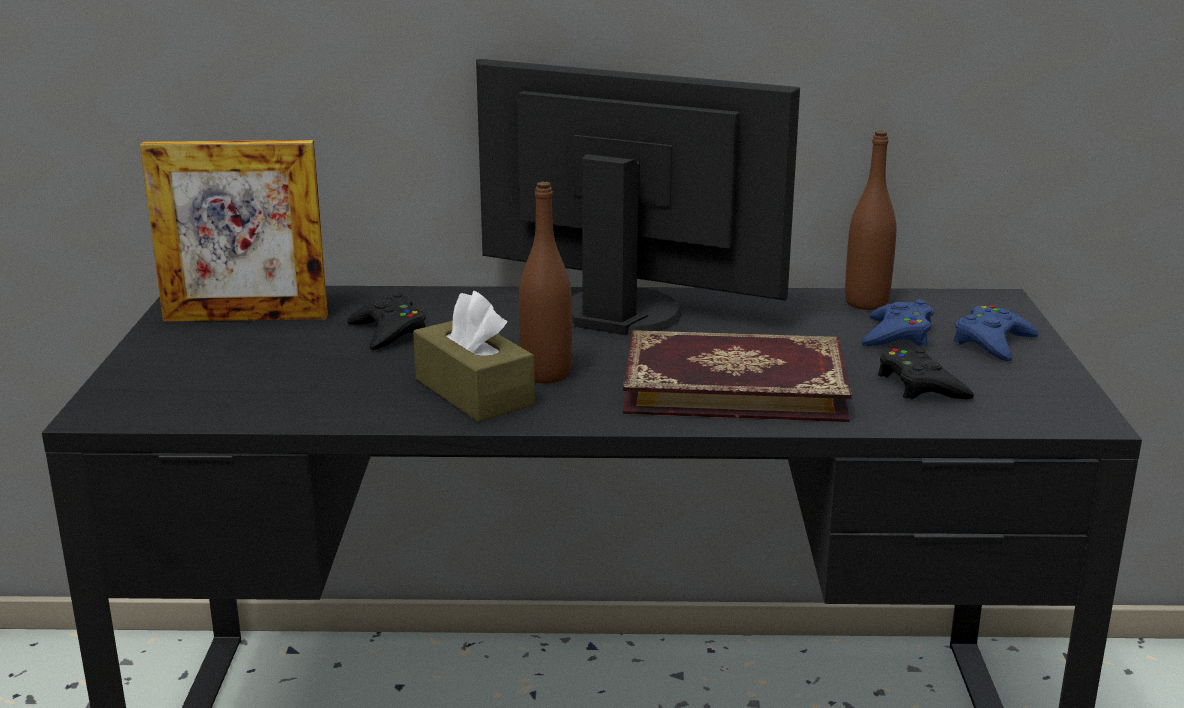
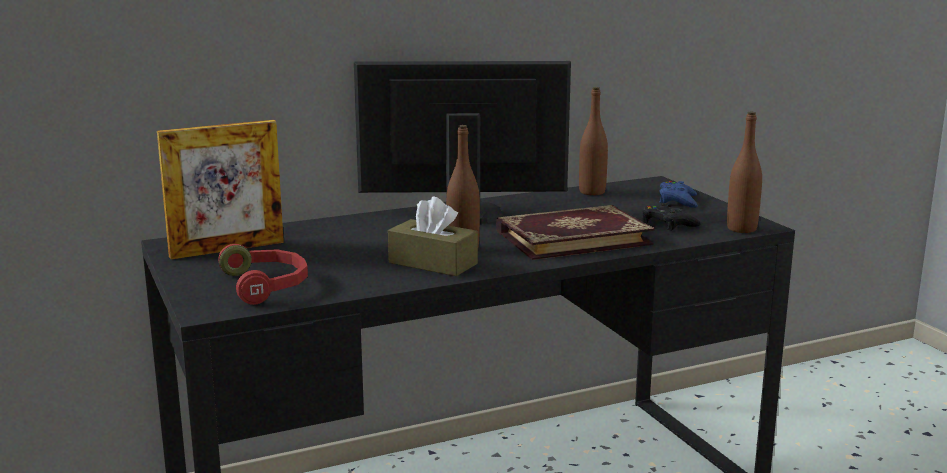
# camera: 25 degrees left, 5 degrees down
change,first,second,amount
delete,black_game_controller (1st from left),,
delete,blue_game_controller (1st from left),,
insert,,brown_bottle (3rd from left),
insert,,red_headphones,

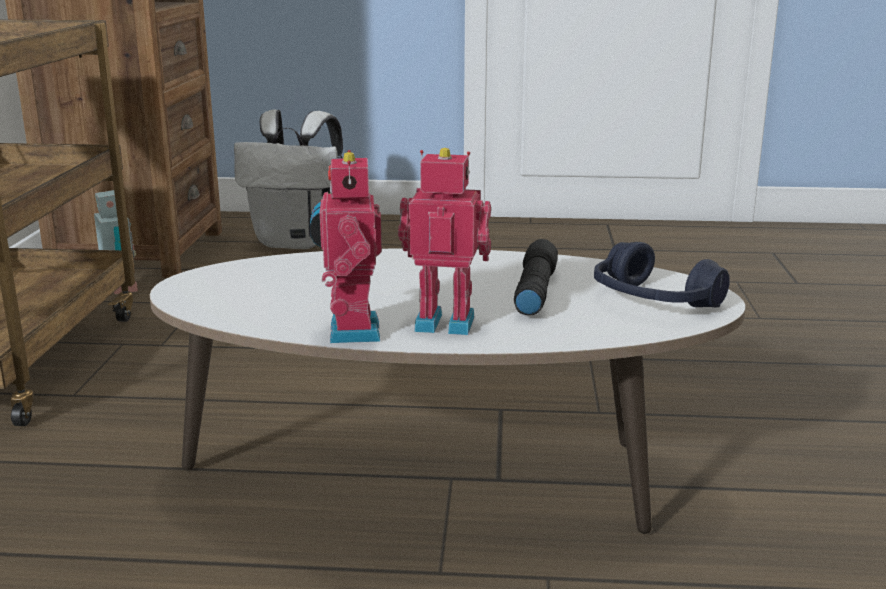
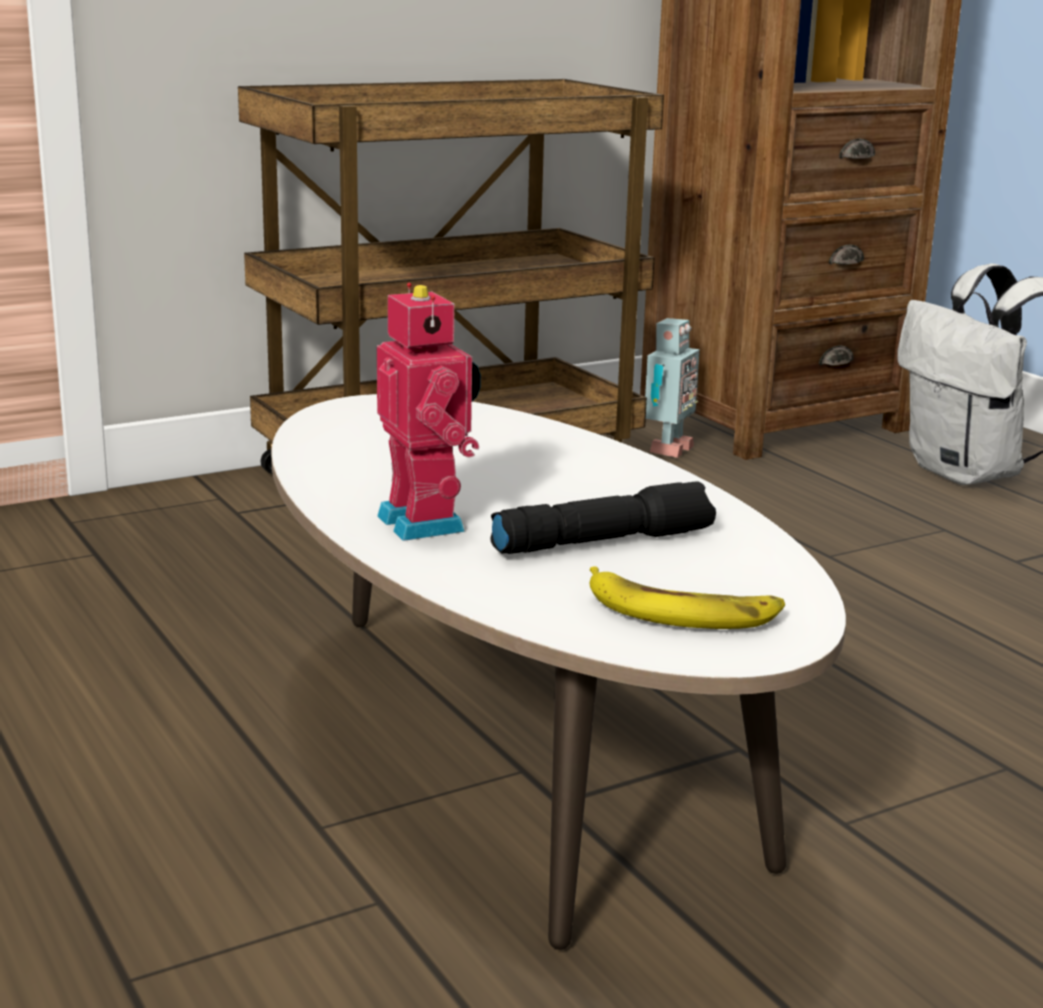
# camera: 55 degrees right, 0 degrees up
change,first,second,amount
delete,toy_robot (2nd from left),,
replace,blue_headphones,banana,

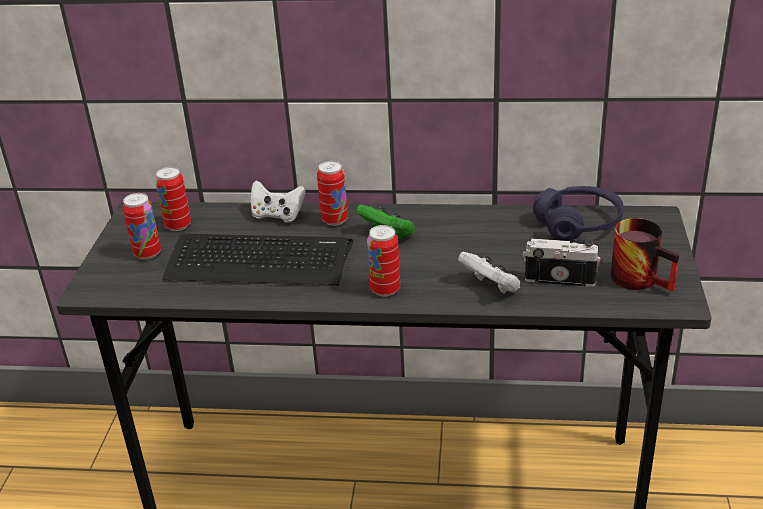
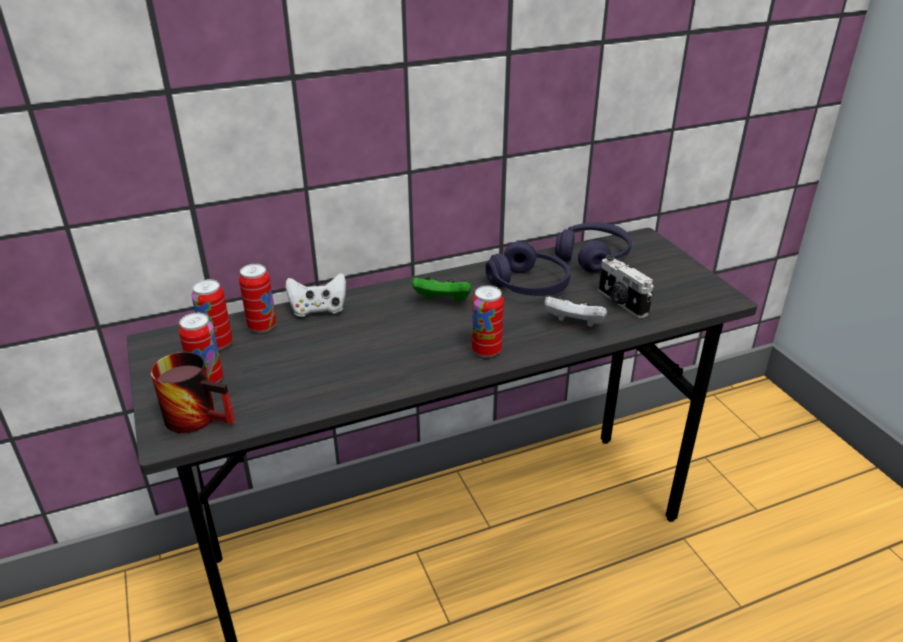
# camera: 30 degrees left, 0 degrees up
change,first,second,amount
move,can (3rd from left),,
move,mug,,
delete,keyboard,,
rotate,photo_camera,,105 degrees counterclockwise
insert,,purple_headphones (1st from left),

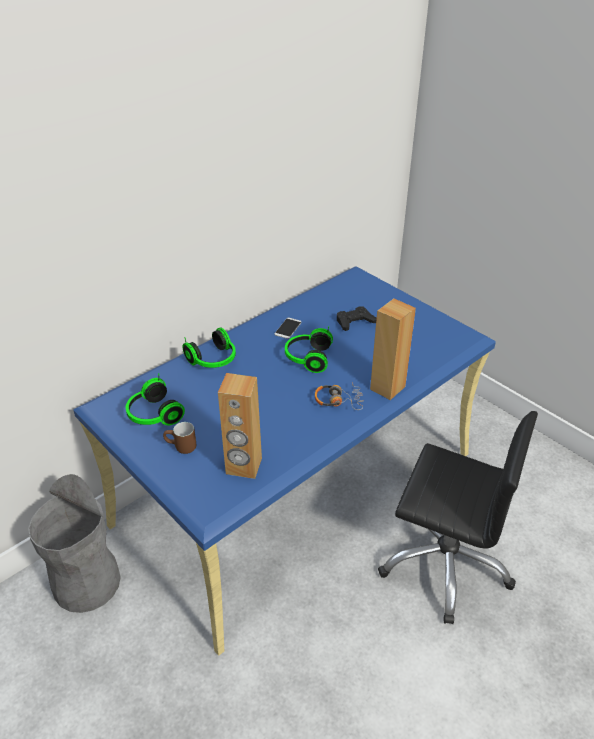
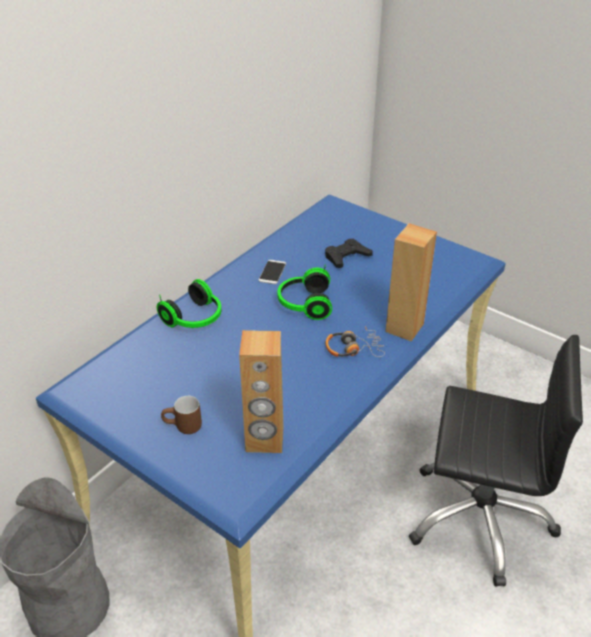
# camera: 10 degrees left, 0 degrees up
change,first,second,amount
delete,headphones (1st from left),,

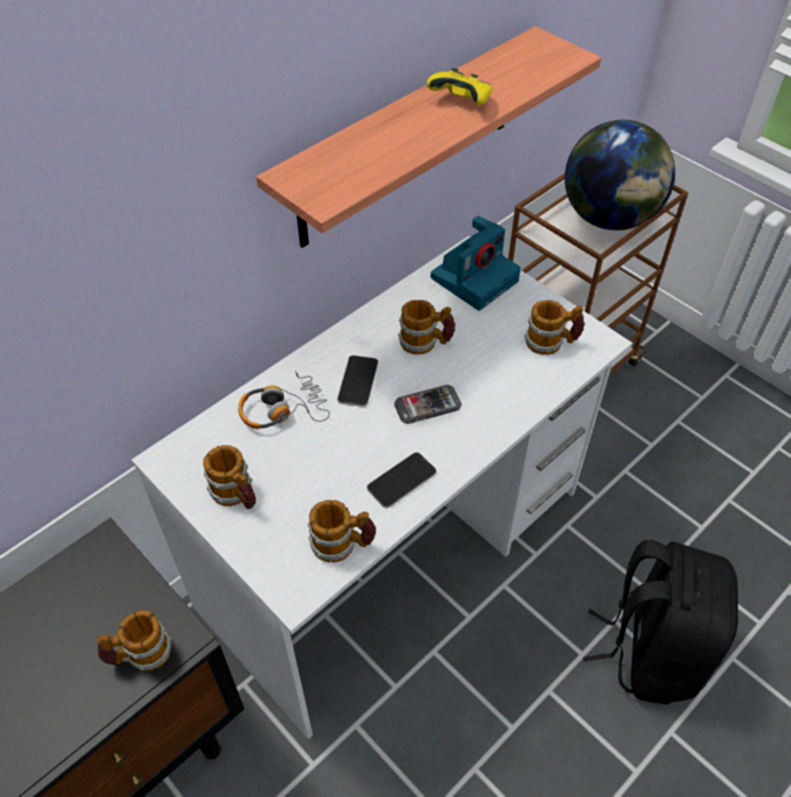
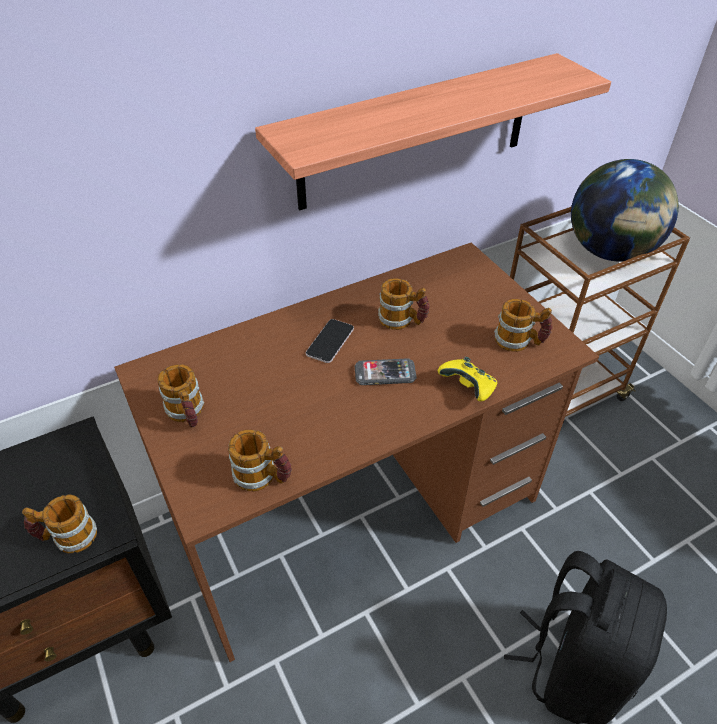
# camera: 15 degrees right, 5 degrees down
change,first,second,amount
move,yellow_game_controller,,
delete,photo_camera,,
recolor,white_desk,brown_desk,
delete,headphones,,
delete,phone (2nd from left),,

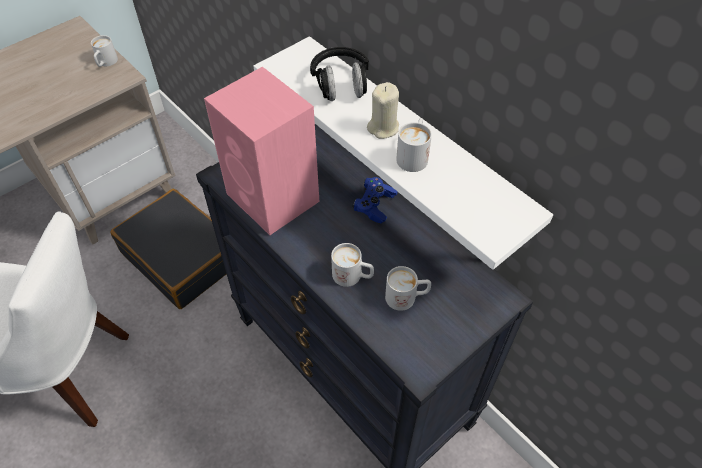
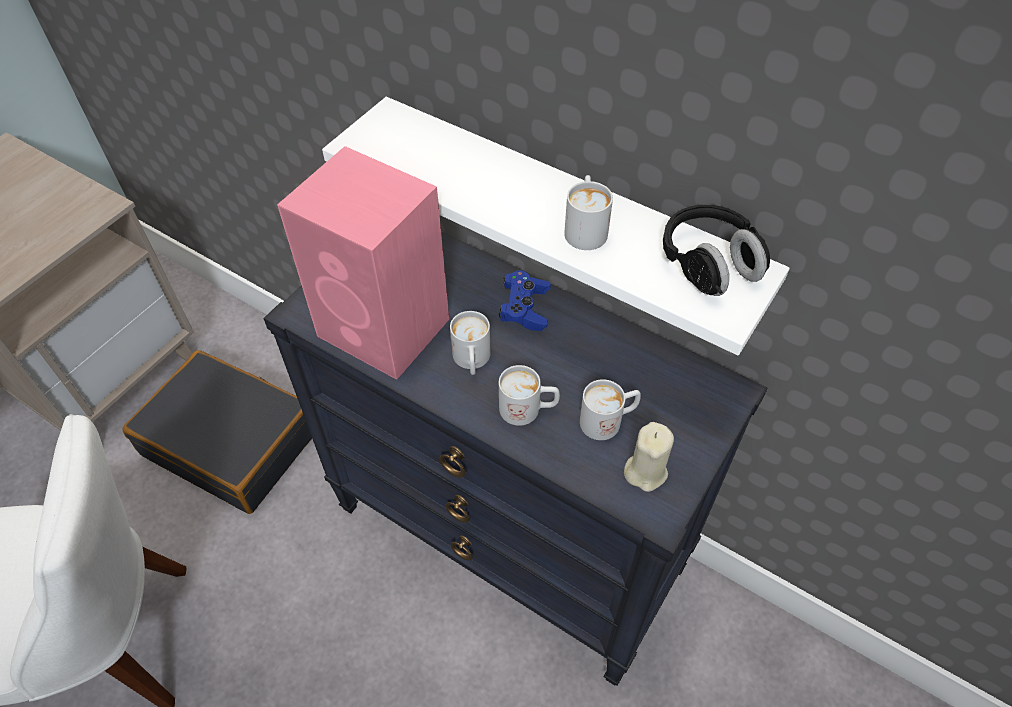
# camera: 15 degrees left, 0 degrees up
change,first,second,amount
move,white_mug (1st from left),,
move,black_headphones,,
move,beige_candle,,

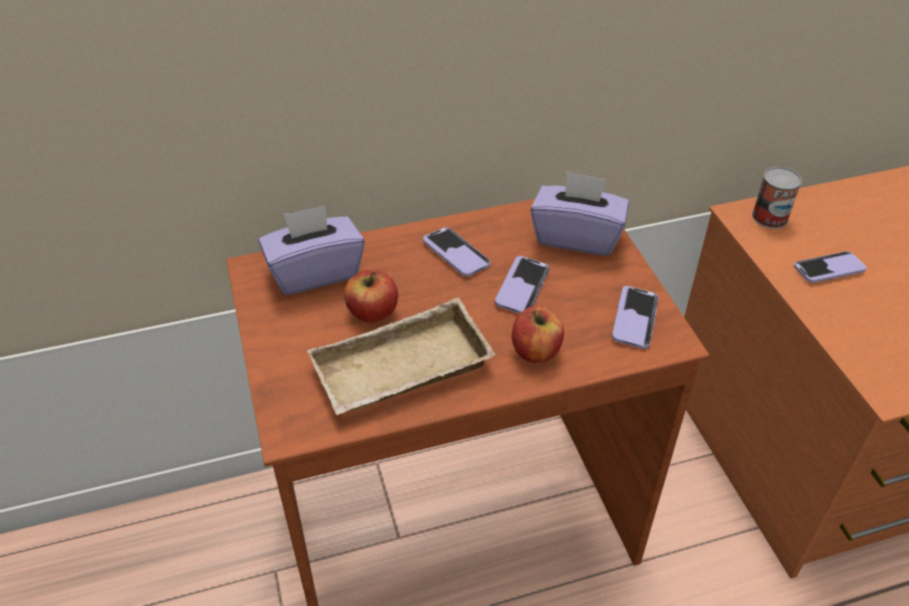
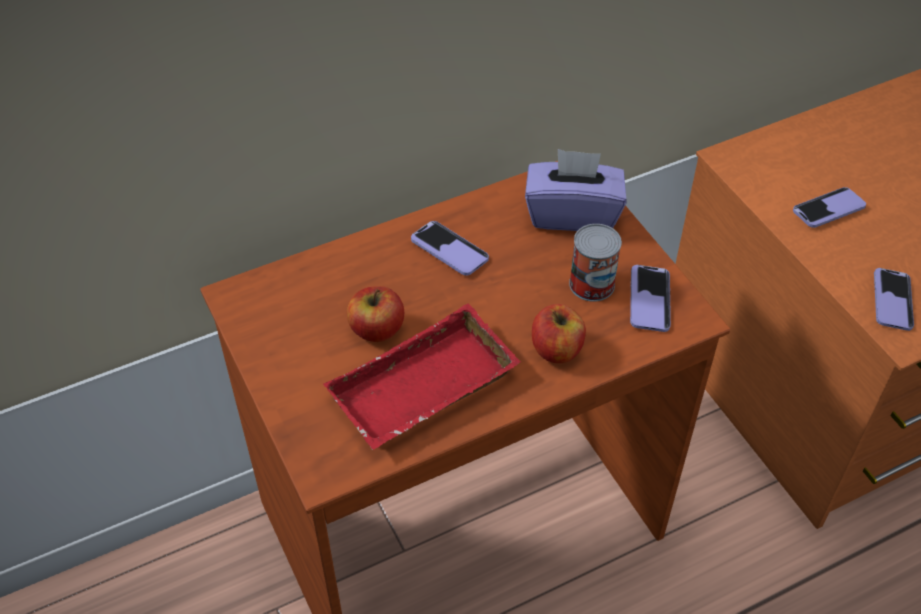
# camera: 10 degrees left, 5 degrees up
change,first,second,amount
move,can,,
delete,purple_tissue_box (1st from left),,
move,phone (2nd from left in the first image),phone (4th from left),
recolor,beige_tray,red_tray,

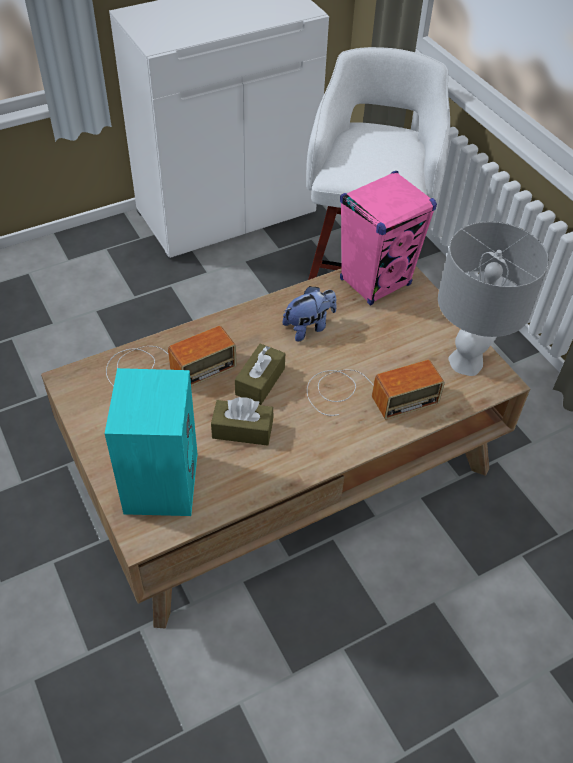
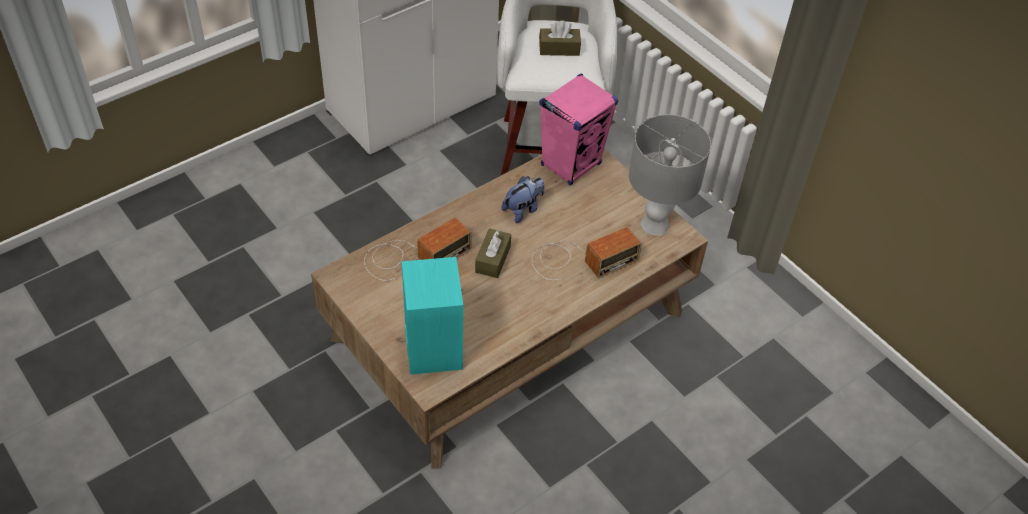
# camera: 10 degrees left, 0 degrees up
change,first,second,amount
move,brown_tissue_box (1st from left in the first image),brown_tissue_box (2nd from left),

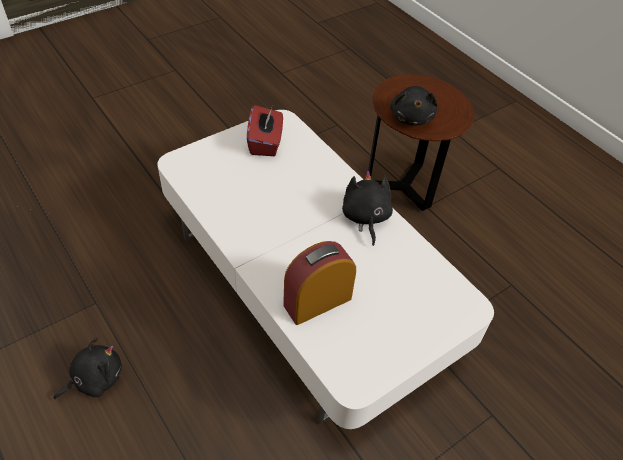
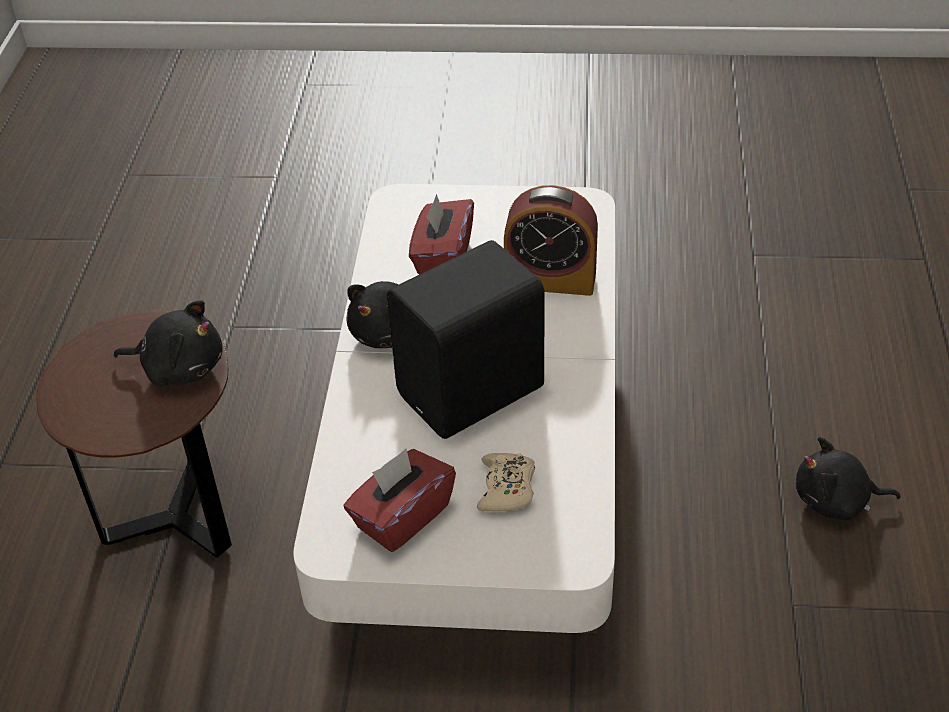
# camera: 135 degrees left, 5 degrees down
change,first,second,amount
rotate,black_plush_toy (3rd from left in the first image),black_plush_toy (1st from left),60 degrees clockwise
insert,,red_tissue_box (2nd from left),
insert,,black_speaker,
insert,,beige_game_controller,

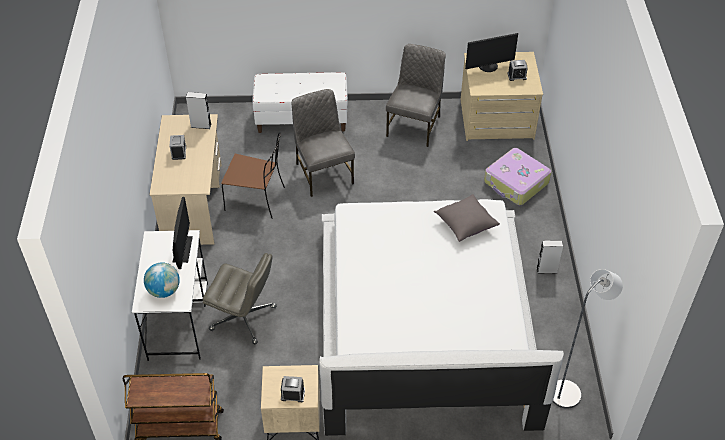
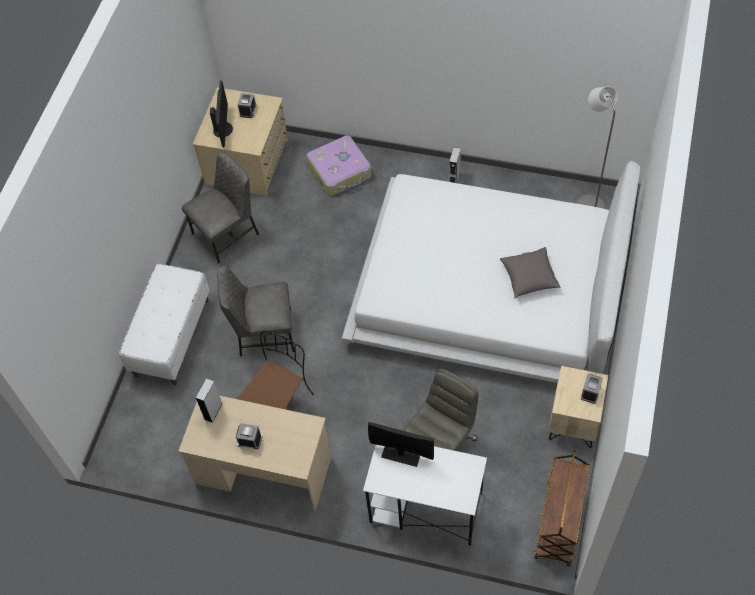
# camera: 70 degrees left, 10 degrees up
change,first,second,amount
rotate,grey_chair (2nd from left in the first image),grey_chair (1st from left),105 degrees clockwise
move,grey_pillow,,
delete,globe,,

